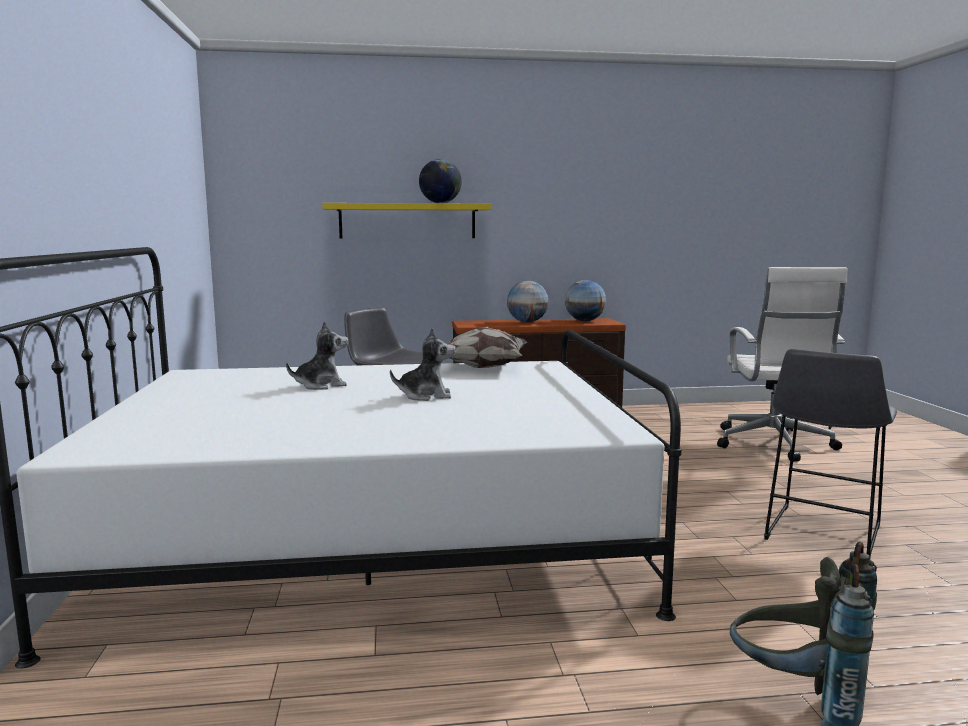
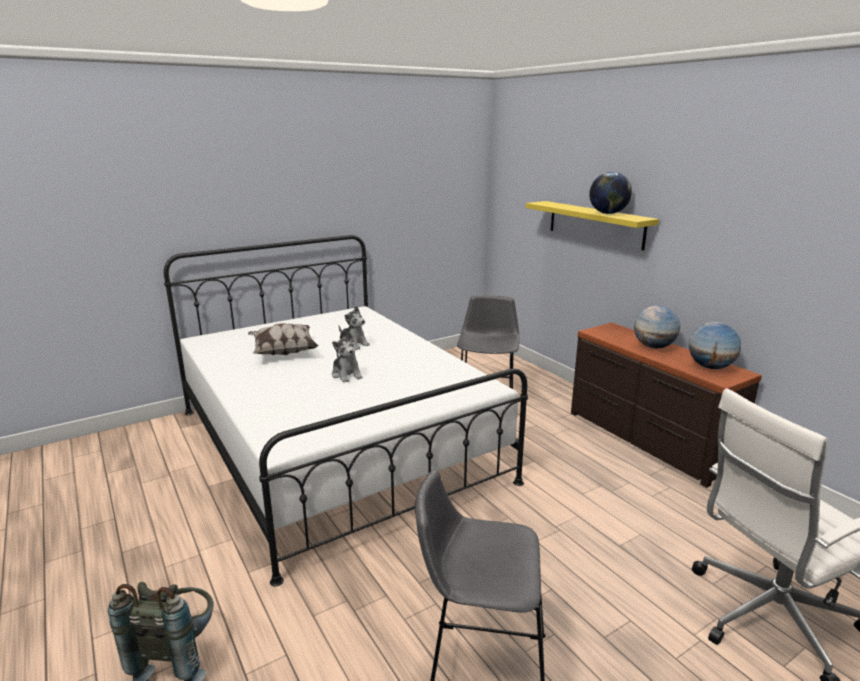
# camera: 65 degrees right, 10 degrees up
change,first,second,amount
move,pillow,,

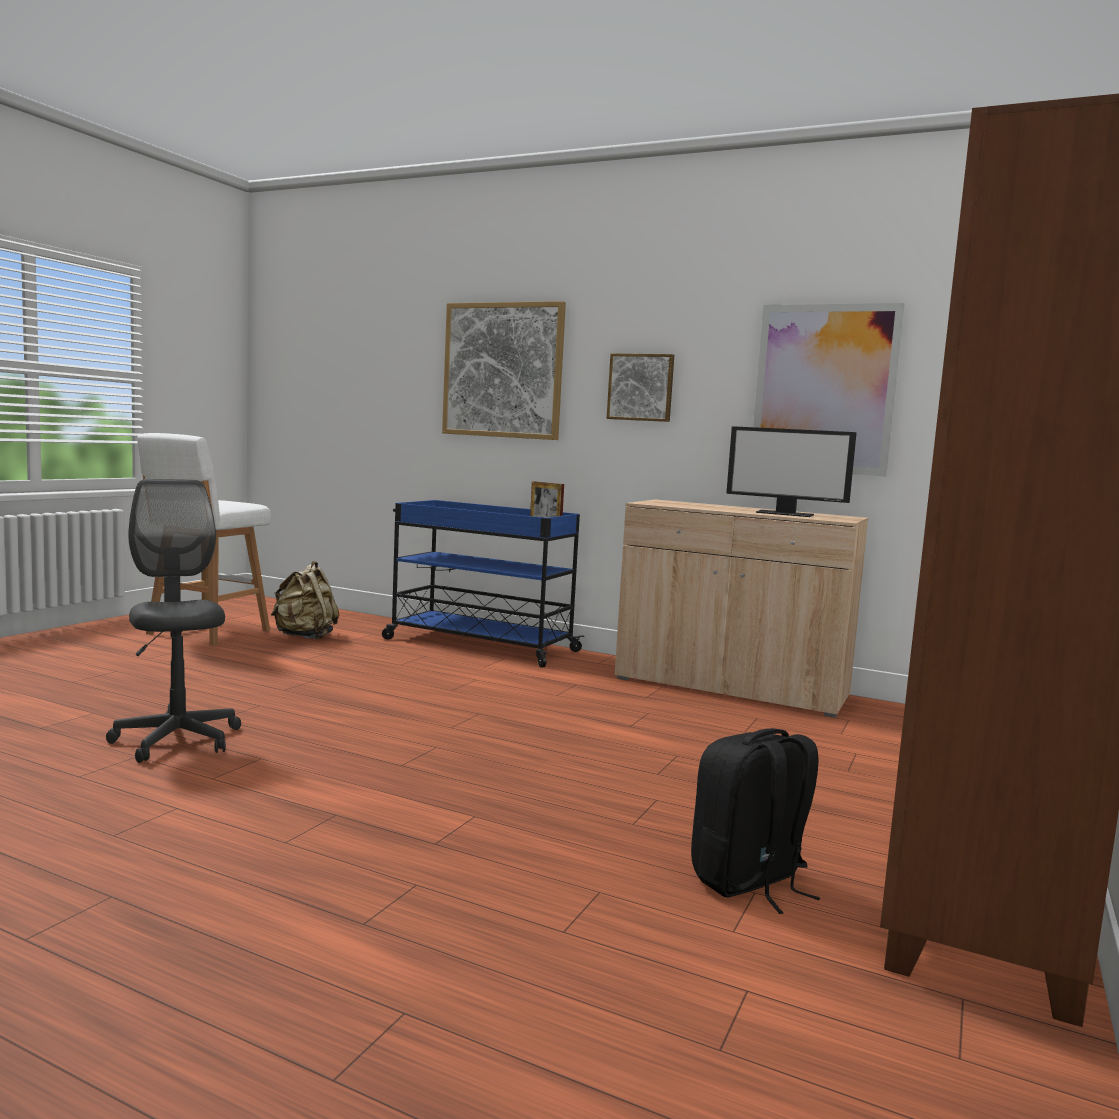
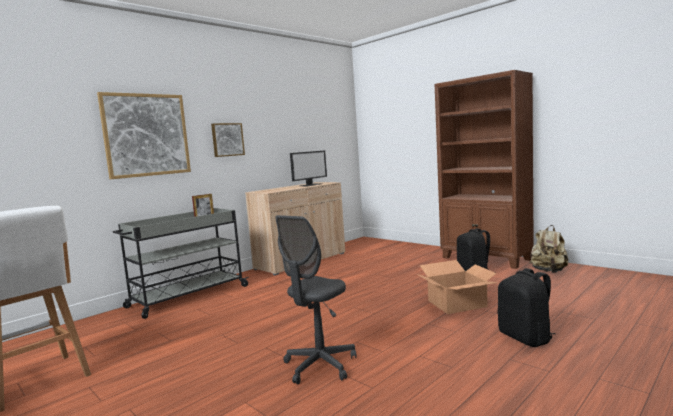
# camera: 70 degrees left, 0 degrees up
change,first,second,amount
delete,picture (3rd from left),,
rotate,grey_office_chair,,45 degrees counterclockwise
recolor,blue_cart,grey_cart,
move,beige_backpack,,
insert,,cardboard_box,
insert,,black_backpack (2nd from left),

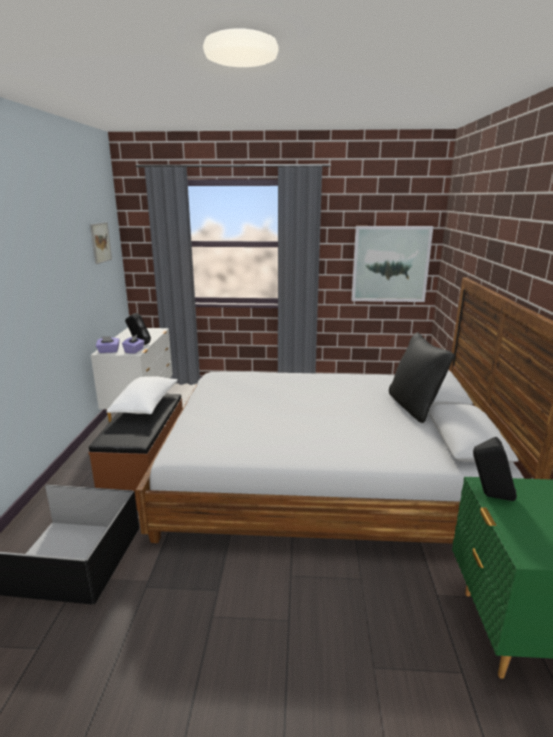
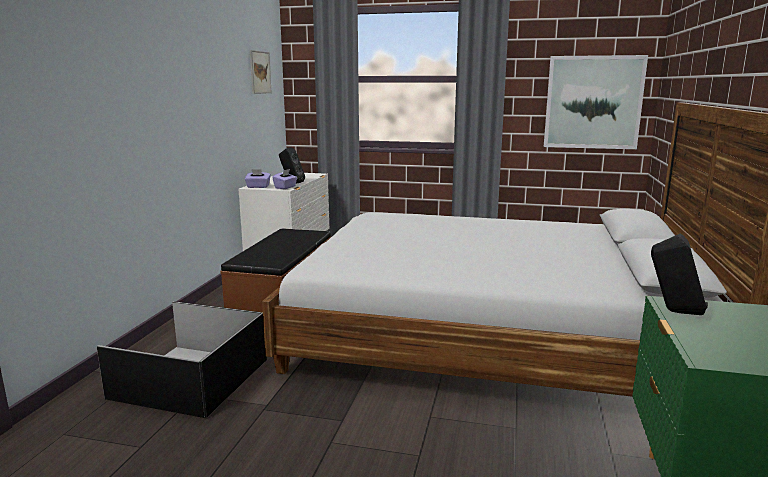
# camera: 10 degrees right, 5 degrees down
change,first,second,amount
delete,black_pillow,,
delete,white_pillow,,

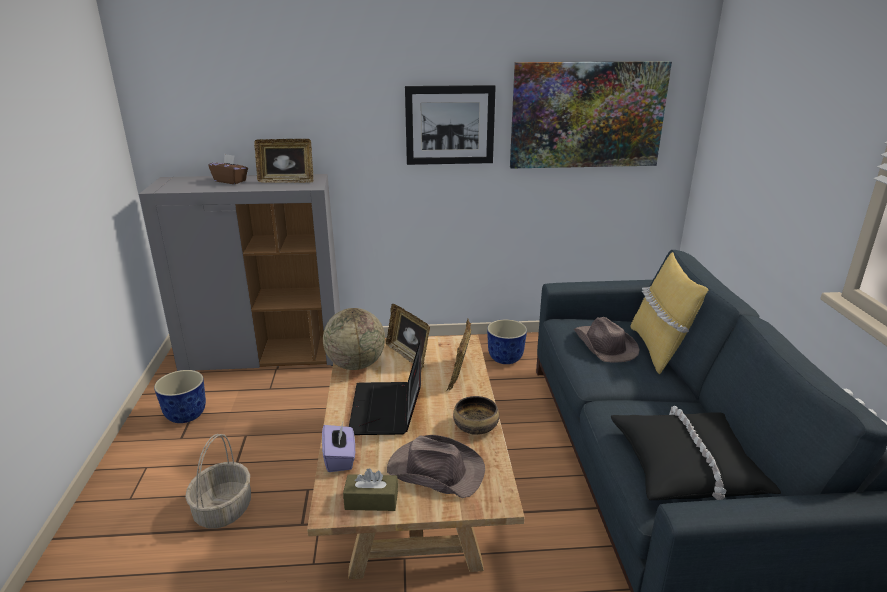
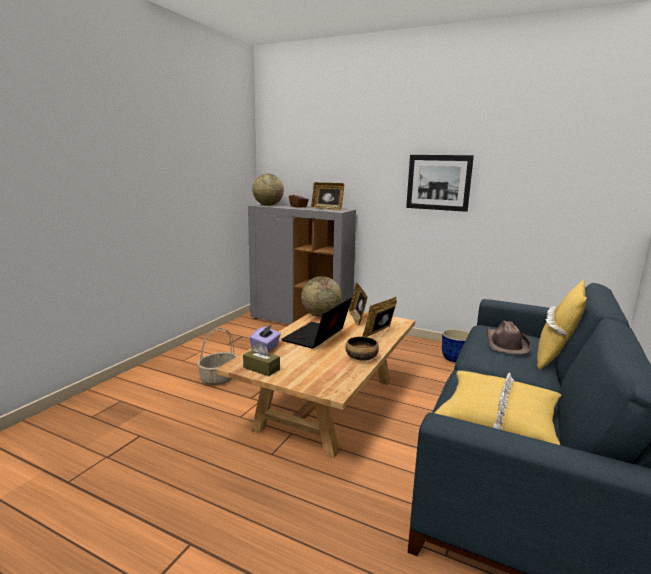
# camera: 30 degrees right, 10 degrees down
change,first,second,amount
delete,picture (2nd from left),,
delete,planter (1st from left),,
recolor,black_pillow,yellow_pillow (1st from left),
delete,brown_hat (1st from left),,
insert,,globe (1st from left),

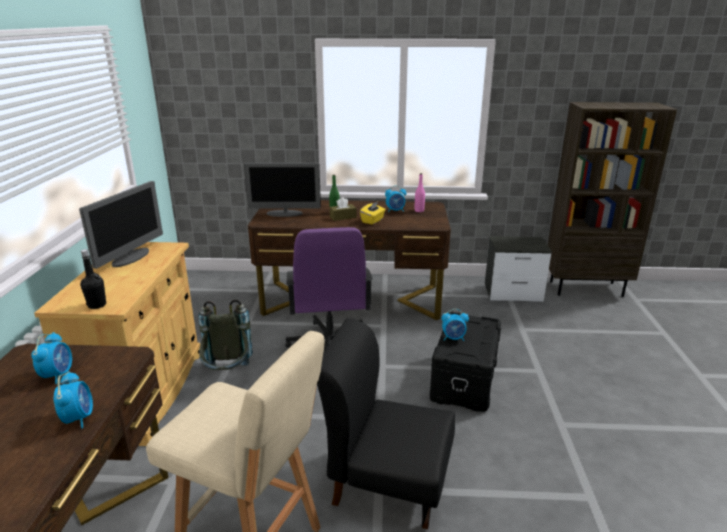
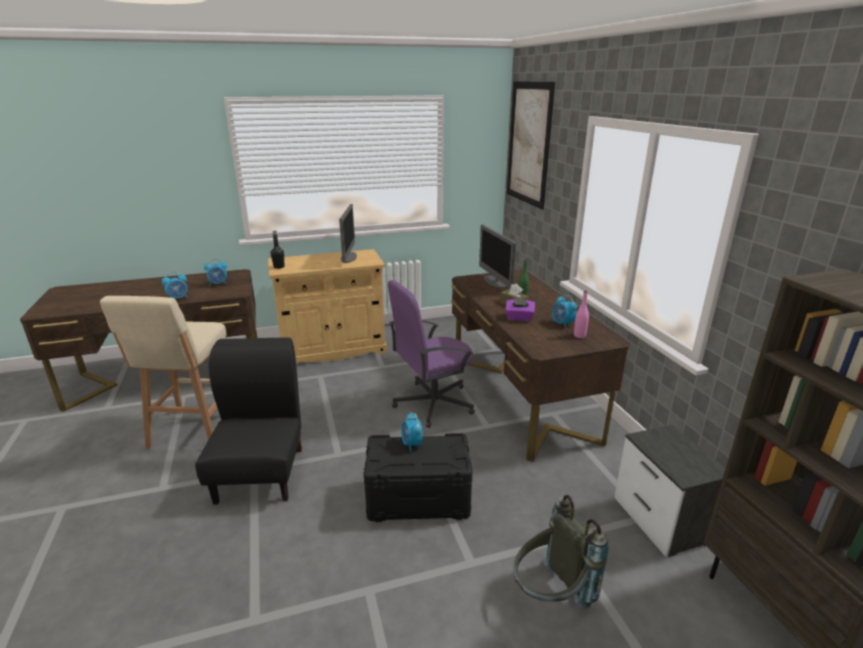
# camera: 70 degrees right, 0 degrees up
change,first,second,amount
rotate,monitor (1st from left),,90 degrees counterclockwise
recolor,yellow_tissue_box,purple_tissue_box,
move,grey_backpack,,
insert,,picture,

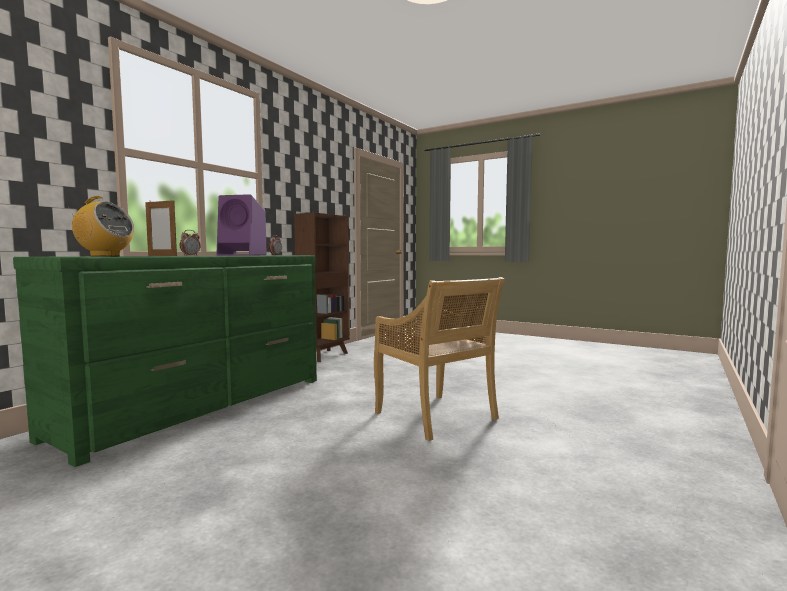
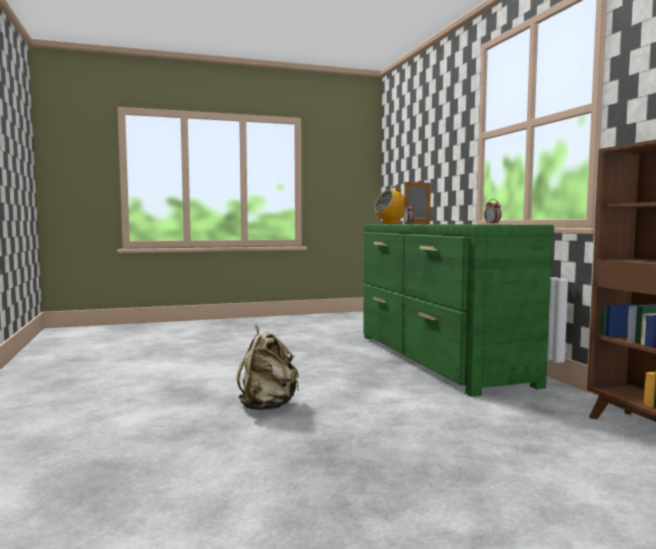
# camera: 130 degrees right, 0 degrees up
change,first,second,amount
delete,purple_speaker,,
replace,beige_chair,beige_backpack,

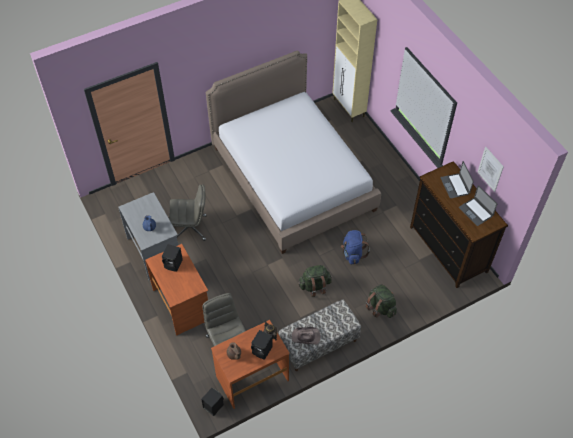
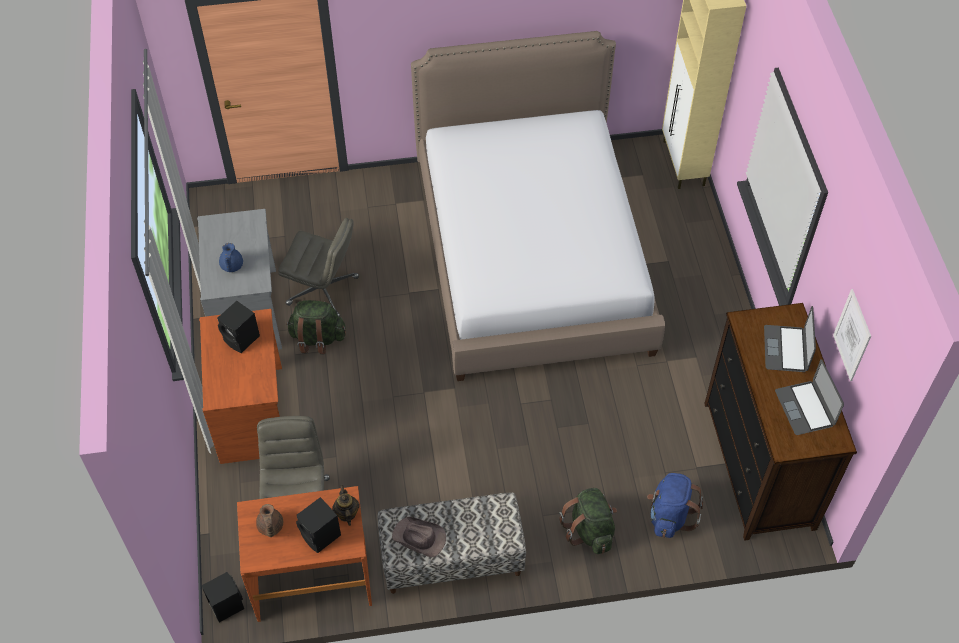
# camera: 20 degrees right, 0 degrees up
change,first,second,amount
move,blue_backpack,,
move,green_backpack (1st from left),,

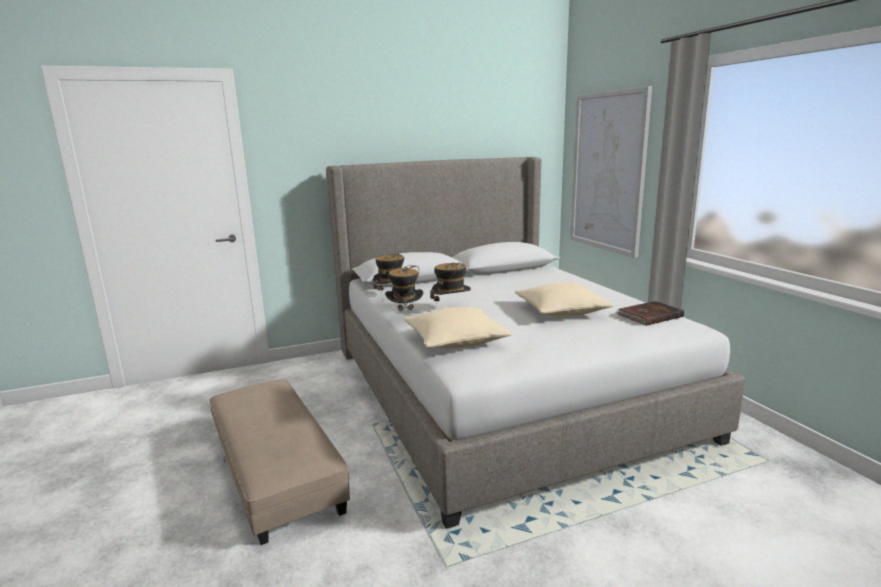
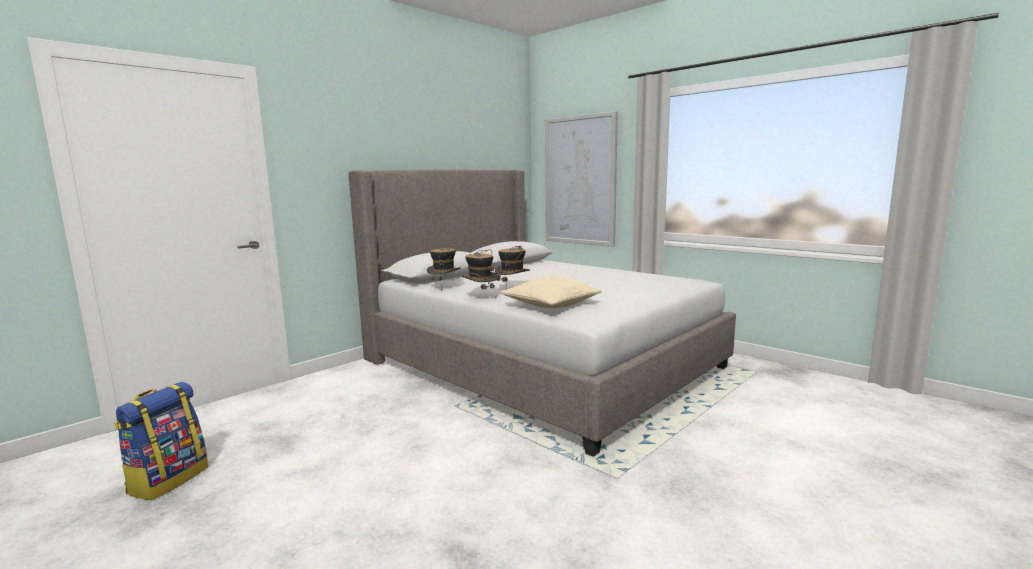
# camera: 25 degrees left, 5 degrees down
change,first,second,amount
delete,beige_pillow (2nd from left),,
delete,brown_book,,
delete,beige_ottoman,,
insert,,backpack,

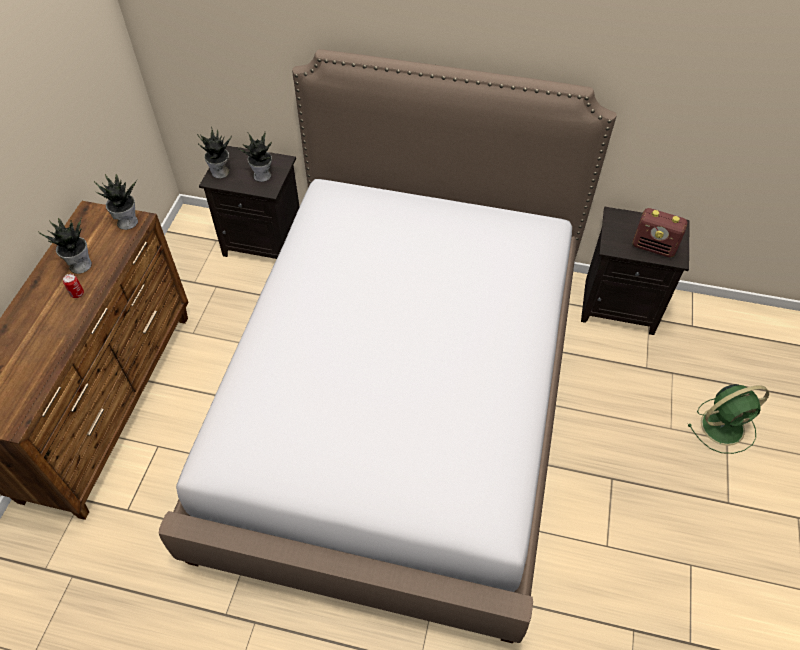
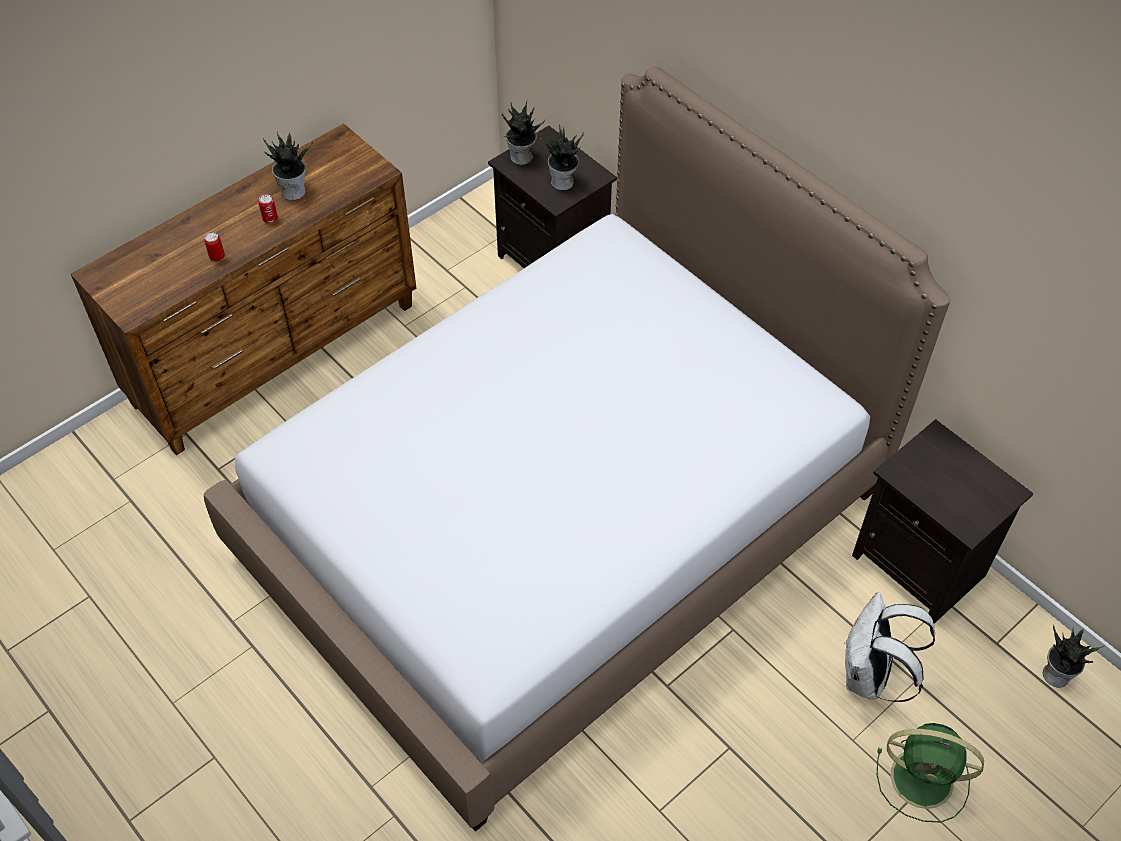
# camera: 35 degrees right, 0 degrees up
change,first,second,amount
move,potted_plant (2nd from left in the first image),potted_plant (4th from left),
delete,radio,,
insert,,can (1st from left),
insert,,white_backpack,

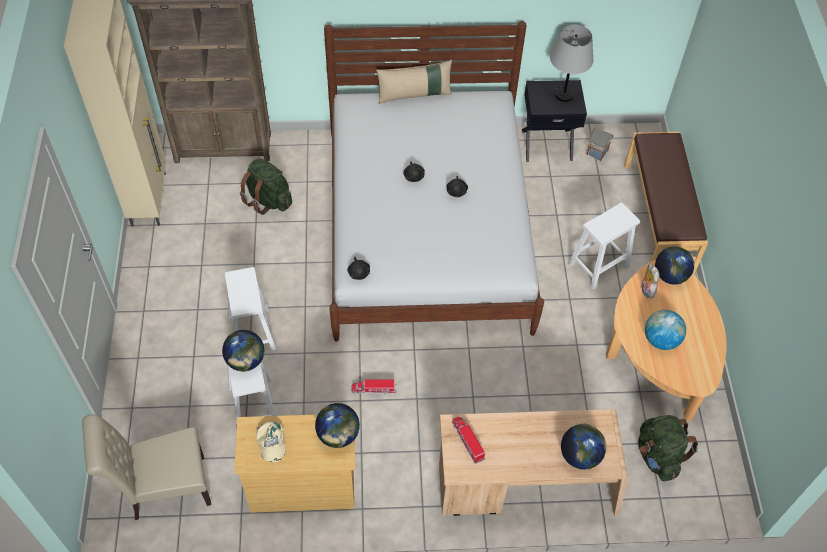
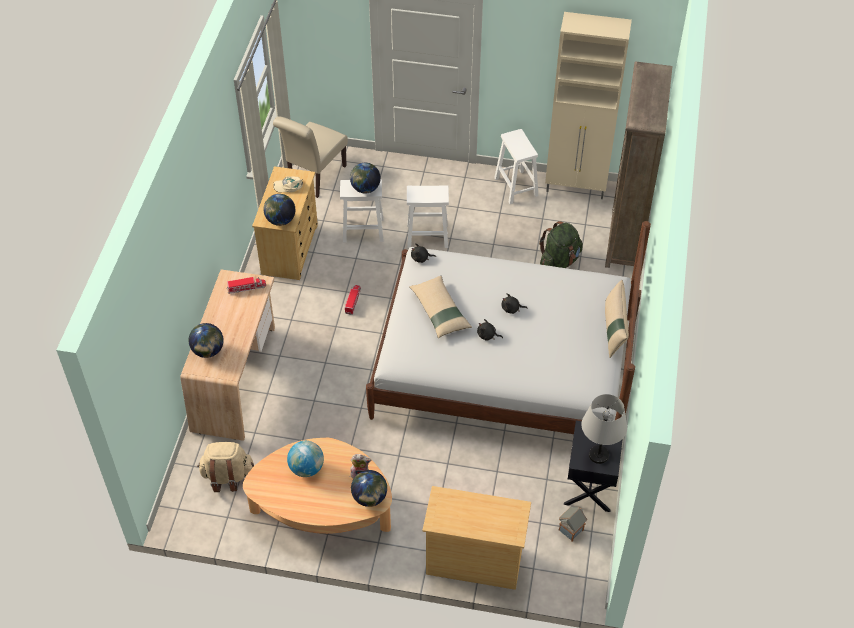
# camera: 105 degrees right, 5 degrees down
change,first,second,amount
replace,brown_bench,beige_dresser (2nd from left),
move,white_stool (3rd from left),,
rotate,beige_chair,,150 degrees counterclockwise
recolor,green_backpack (2nd from left),beige_backpack,
insert,,beige_pillow (1st from left),

